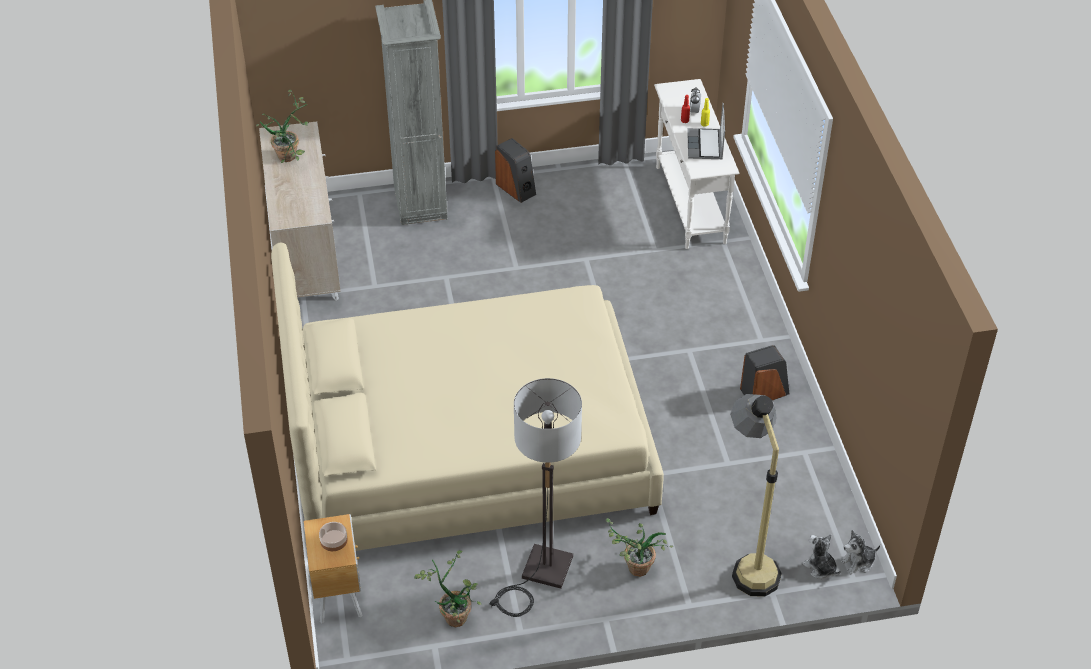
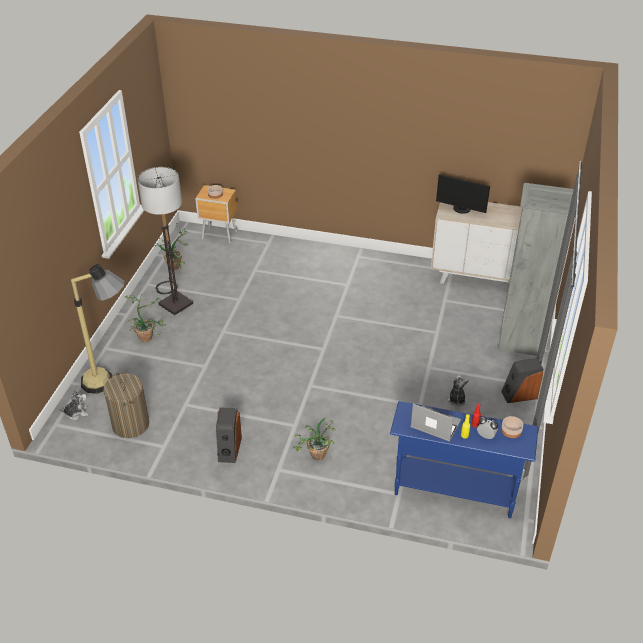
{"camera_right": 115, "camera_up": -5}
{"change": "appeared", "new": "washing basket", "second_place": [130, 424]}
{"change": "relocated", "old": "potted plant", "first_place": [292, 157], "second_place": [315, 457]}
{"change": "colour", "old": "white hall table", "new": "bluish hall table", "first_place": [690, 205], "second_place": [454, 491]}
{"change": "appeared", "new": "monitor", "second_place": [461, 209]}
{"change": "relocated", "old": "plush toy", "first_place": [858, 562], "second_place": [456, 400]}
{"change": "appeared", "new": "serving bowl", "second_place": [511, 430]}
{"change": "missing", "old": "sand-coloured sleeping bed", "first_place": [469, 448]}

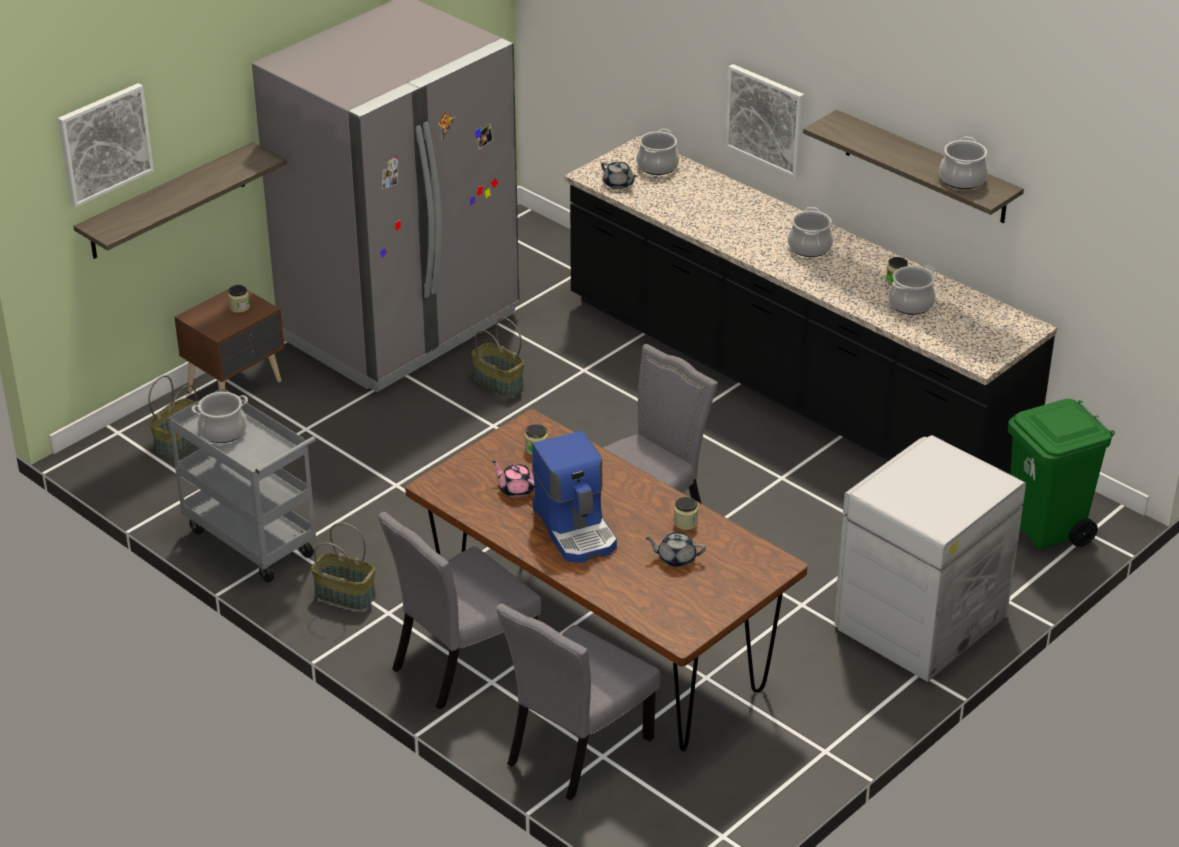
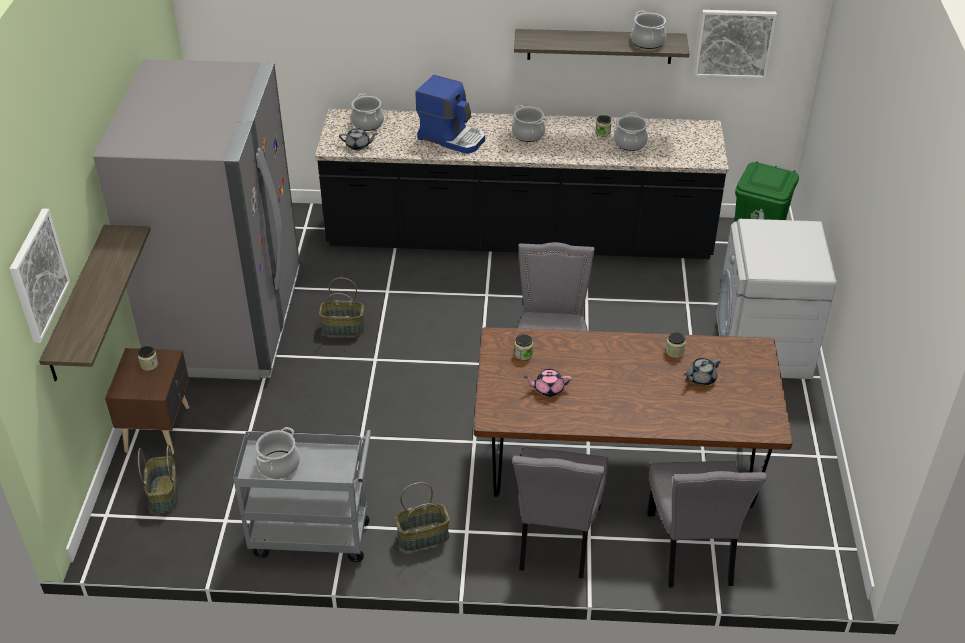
{"camera_right": -40, "camera_up": 5}
{"change": "relocated", "old": "coffee maker", "first_place": [576, 529], "second_place": [452, 137]}
{"change": "relocated", "old": "picture", "first_place": [766, 119], "second_place": [734, 43]}

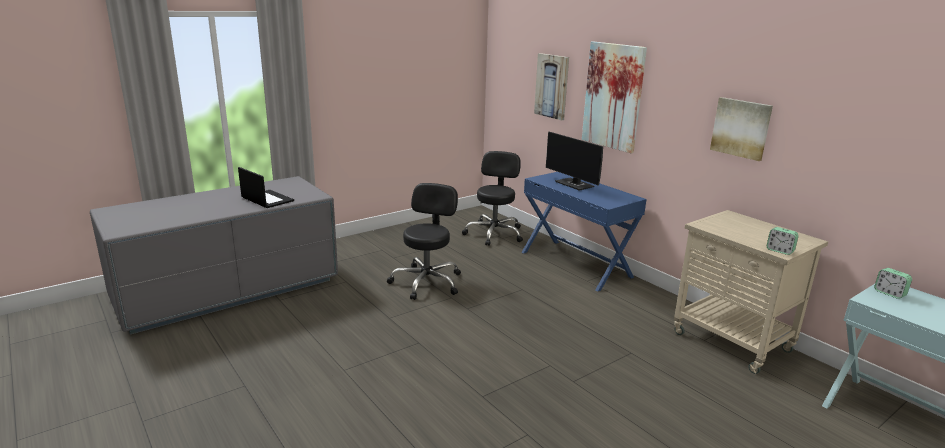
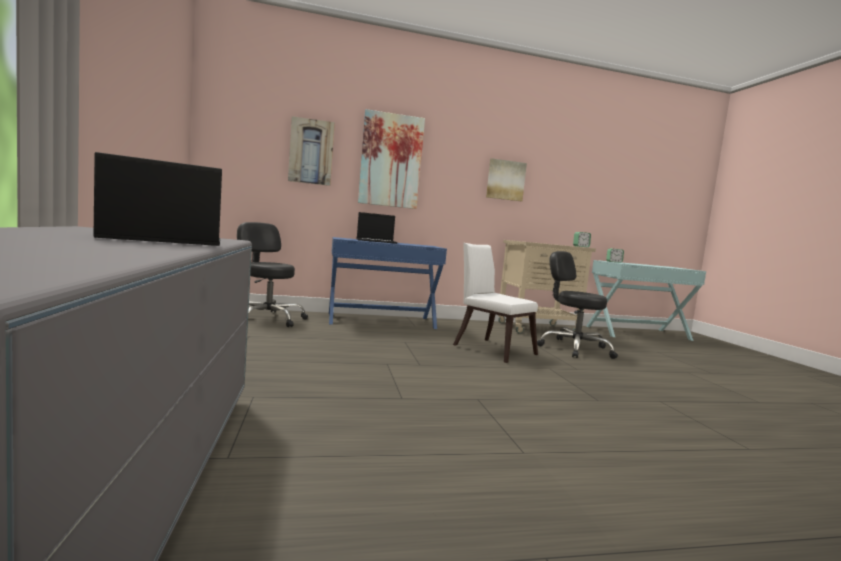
{"camera_right": -65, "camera_up": -15}
{"change": "exchanged", "old": "monitor", "new": "portable computer", "first_place": [575, 184], "second_place": [376, 241]}
{"change": "appeared", "new": "white chair", "second_place": [491, 349]}
{"change": "relocated", "old": "blackish computer chair", "first_place": [427, 281], "second_place": [572, 348]}

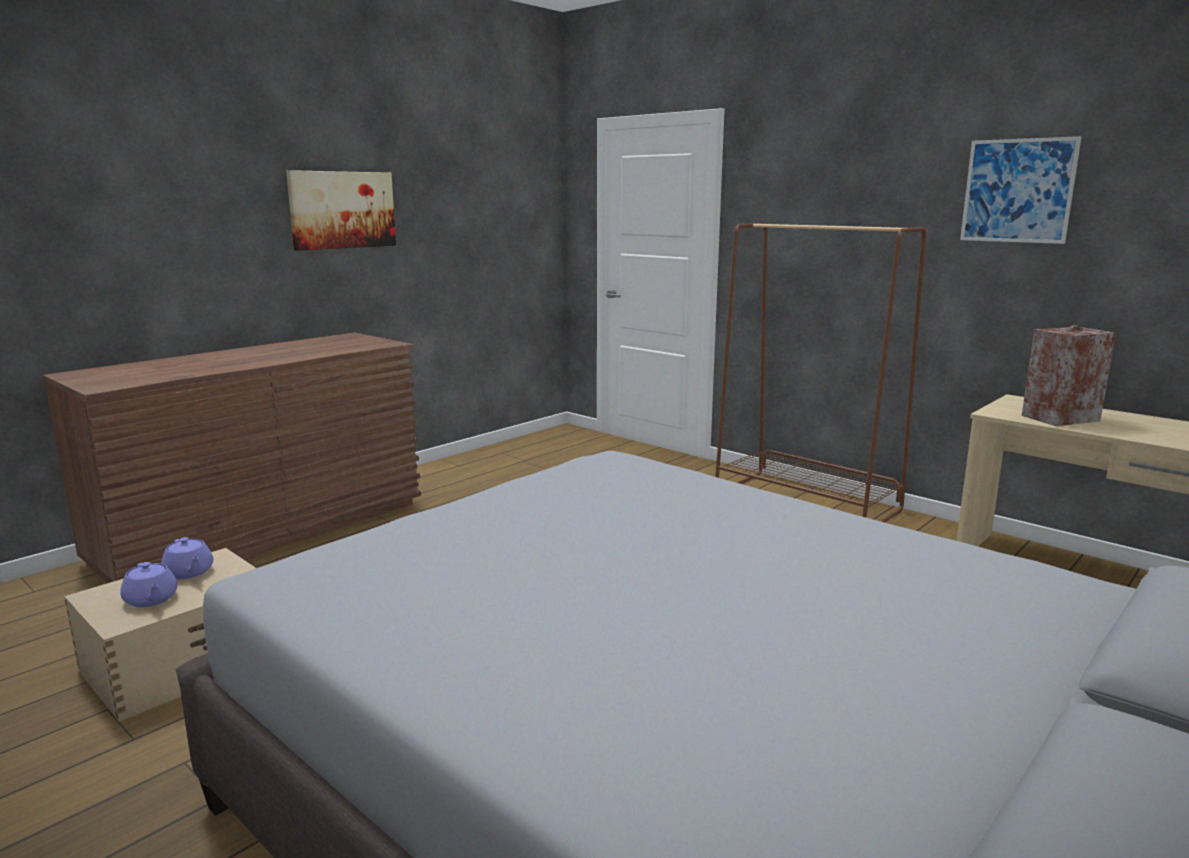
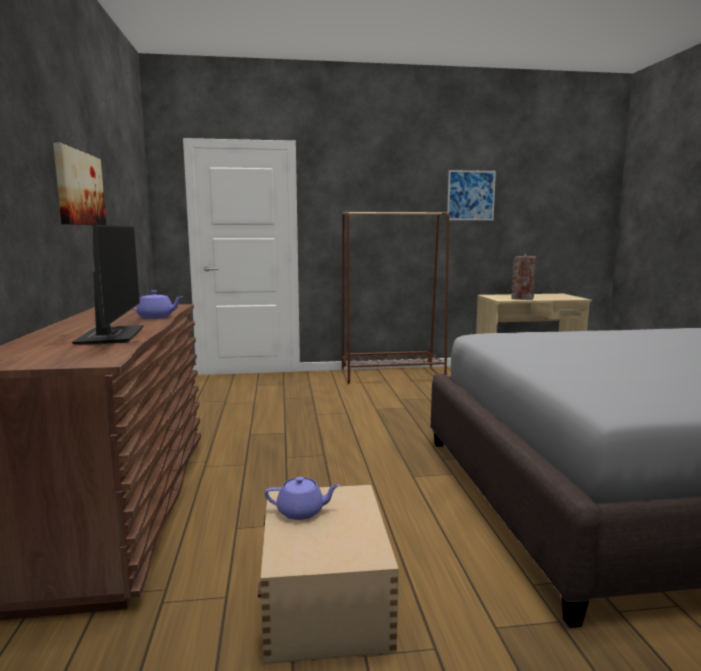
{"camera_right": -50, "camera_up": -5}
{"change": "appeared", "new": "monitor", "second_place": [111, 336]}
{"change": "relocated", "old": "purple-coloured tea pot", "first_place": [151, 600], "second_place": [156, 317]}

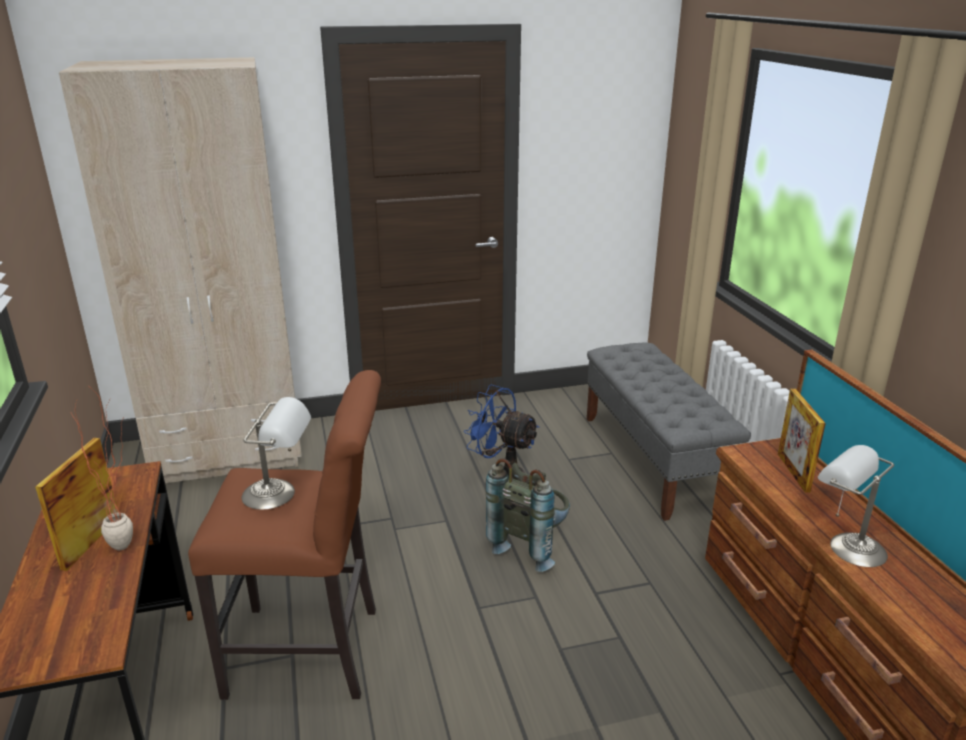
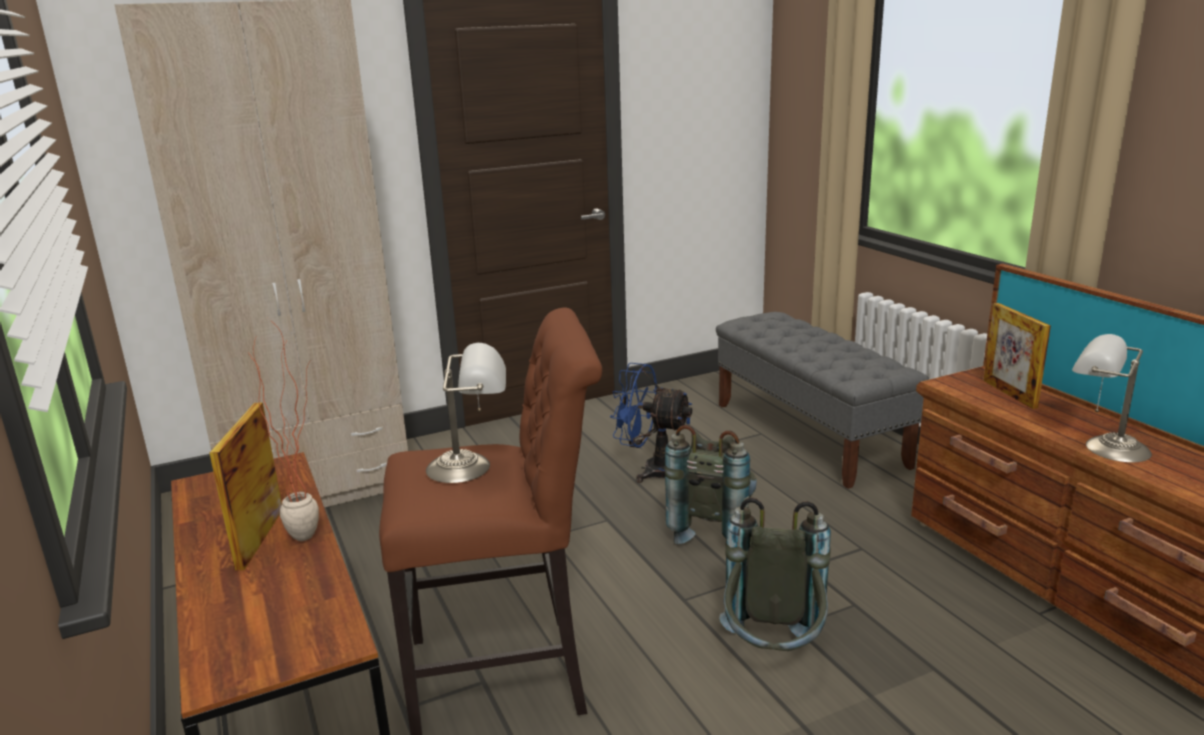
{"camera_right": -10, "camera_up": -5}
{"change": "appeared", "new": "greyish rucksack", "second_place": [772, 655]}

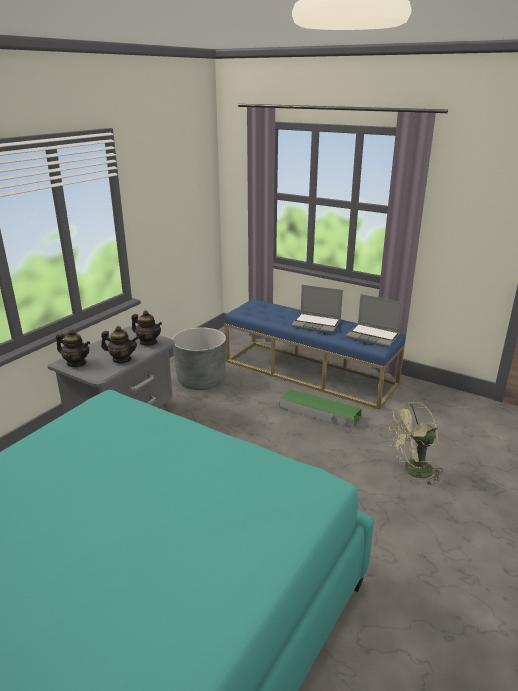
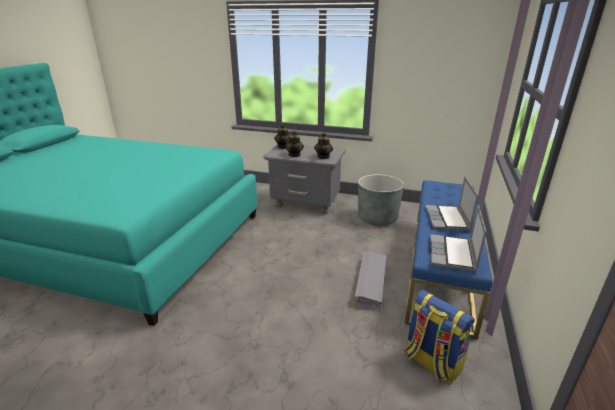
{"camera_right": 75, "camera_up": 0}
{"change": "colour", "old": "greenish storage bin", "new": "greyish storage bin", "first_place": [320, 412], "second_place": [370, 283]}
{"change": "appeared", "new": "rucksack", "second_place": [431, 363]}
{"change": "missing", "old": "greenish cooling fan", "first_place": [413, 471]}

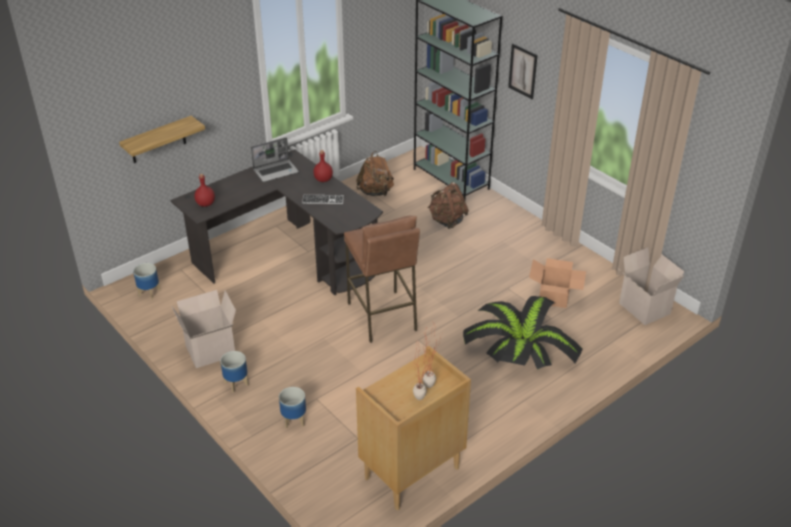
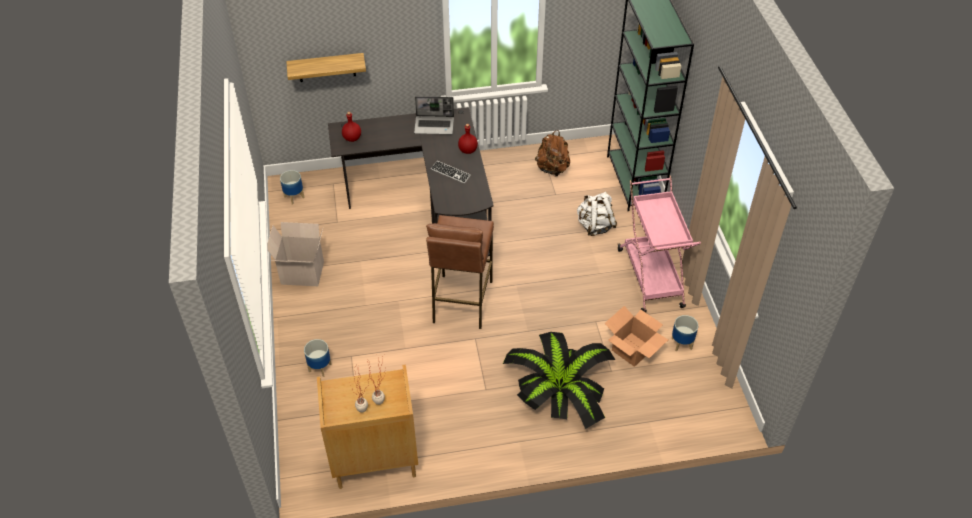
{"camera_right": 30, "camera_up": 10}
{"change": "colour", "old": "brown rucksack", "new": "white rucksack", "first_place": [447, 221], "second_place": [595, 226]}
{"change": "appeared", "new": "pinkish trolley", "second_place": [650, 279]}
{"change": "relocated", "old": "plant pot", "first_place": [236, 384], "second_place": [681, 344]}
{"change": "missing", "old": "picture", "first_place": [523, 71]}
{"change": "missing", "old": "carton", "first_place": [642, 308]}

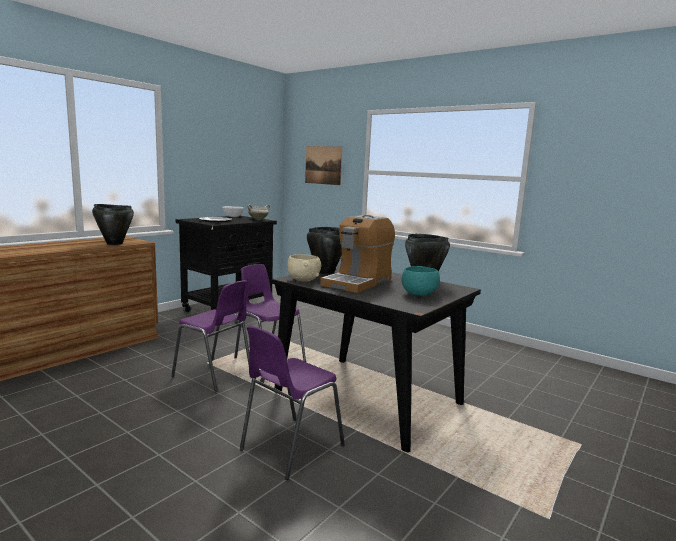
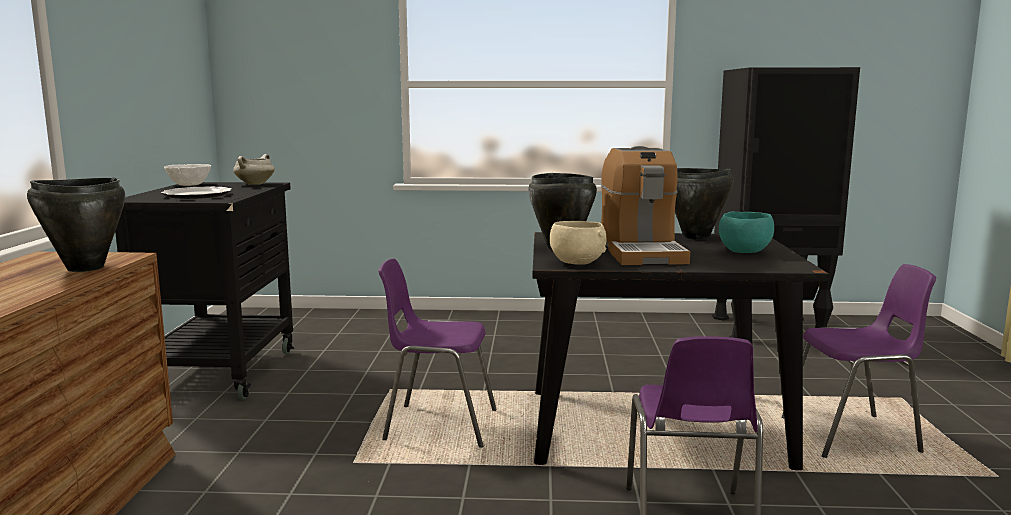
{"camera_right": -35, "camera_up": 0}
{"change": "appeared", "new": "blackish storage cabinet", "second_place": [769, 329]}
{"change": "relocated", "old": "purple-coloured chair", "first_place": [214, 376], "second_place": [853, 435]}
{"change": "missing", "old": "picture", "first_place": [323, 165]}

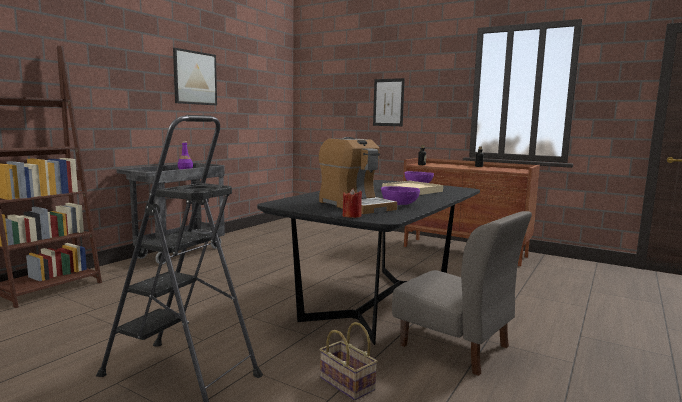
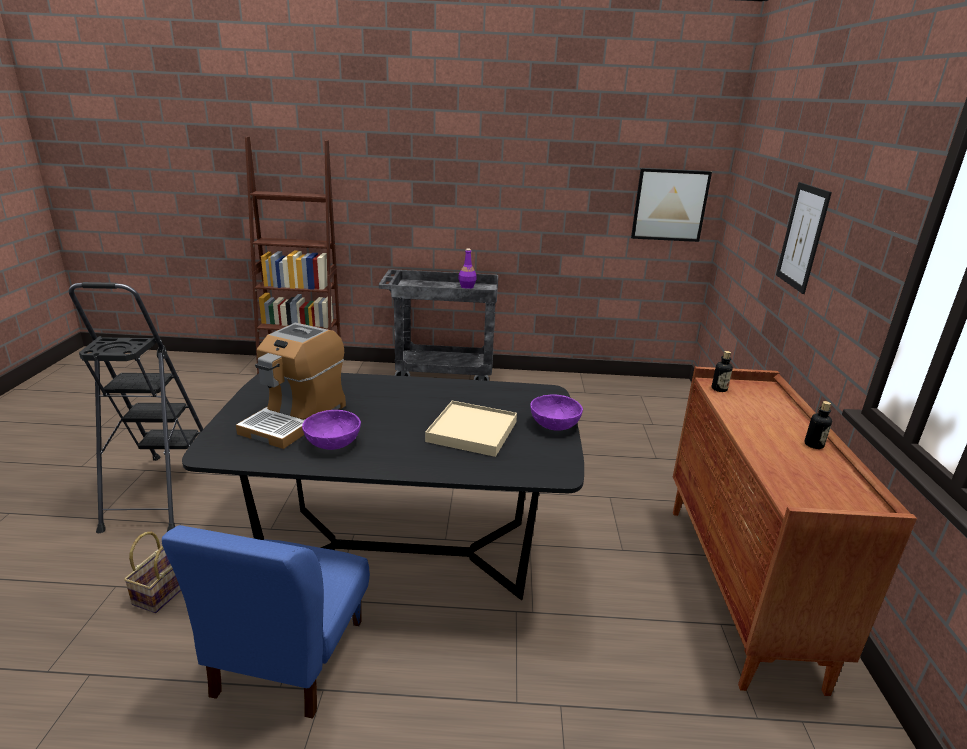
{"camera_right": 60, "camera_up": 15}
{"change": "colour", "old": "greyish chair", "new": "bluish chair", "first_place": [455, 346], "second_place": [288, 657]}
{"change": "relocated", "old": "picture", "first_place": [195, 78], "second_place": [670, 205]}
{"change": "missing", "old": "red candle", "first_place": [352, 216]}

